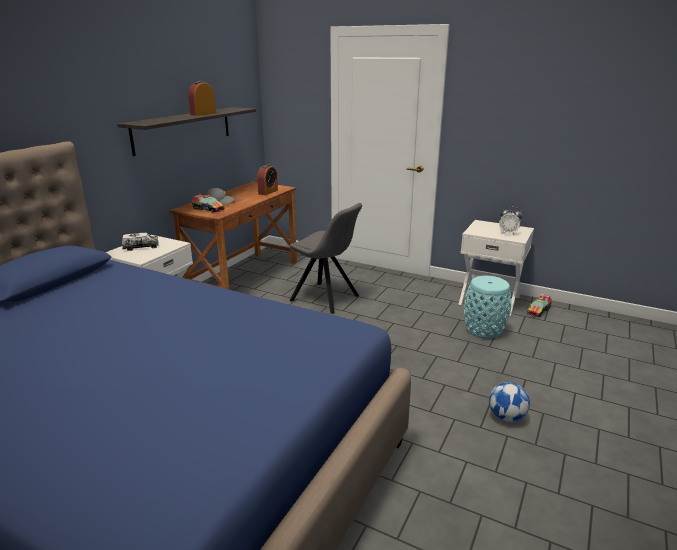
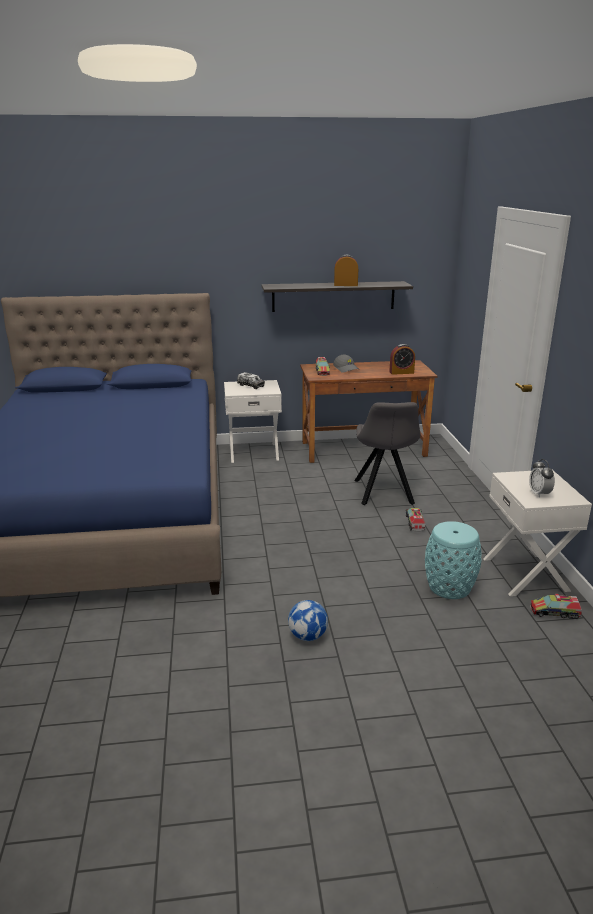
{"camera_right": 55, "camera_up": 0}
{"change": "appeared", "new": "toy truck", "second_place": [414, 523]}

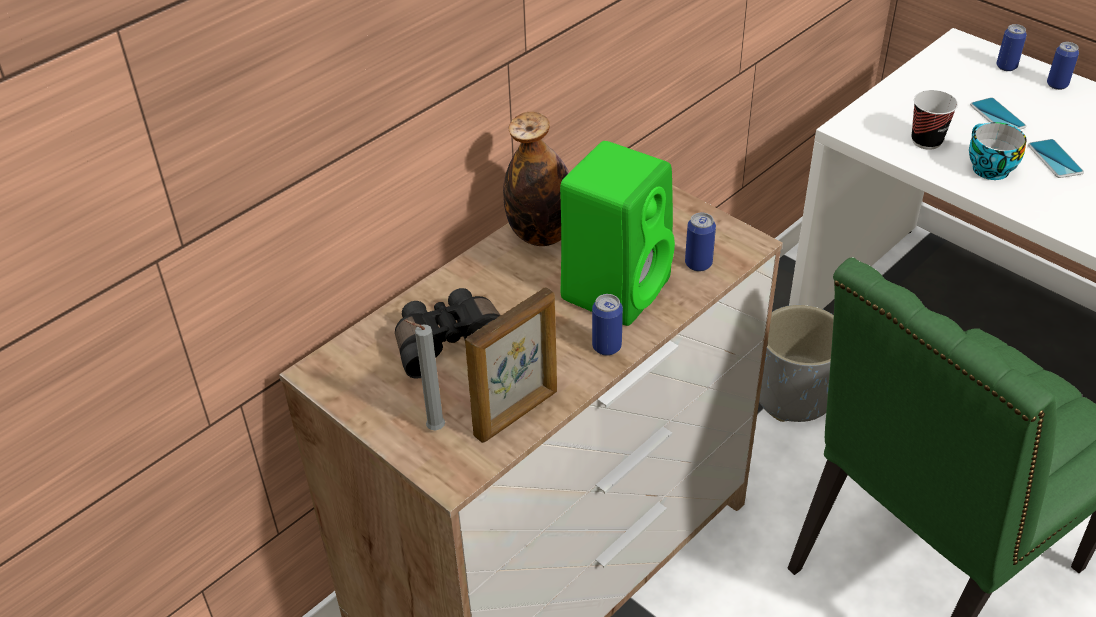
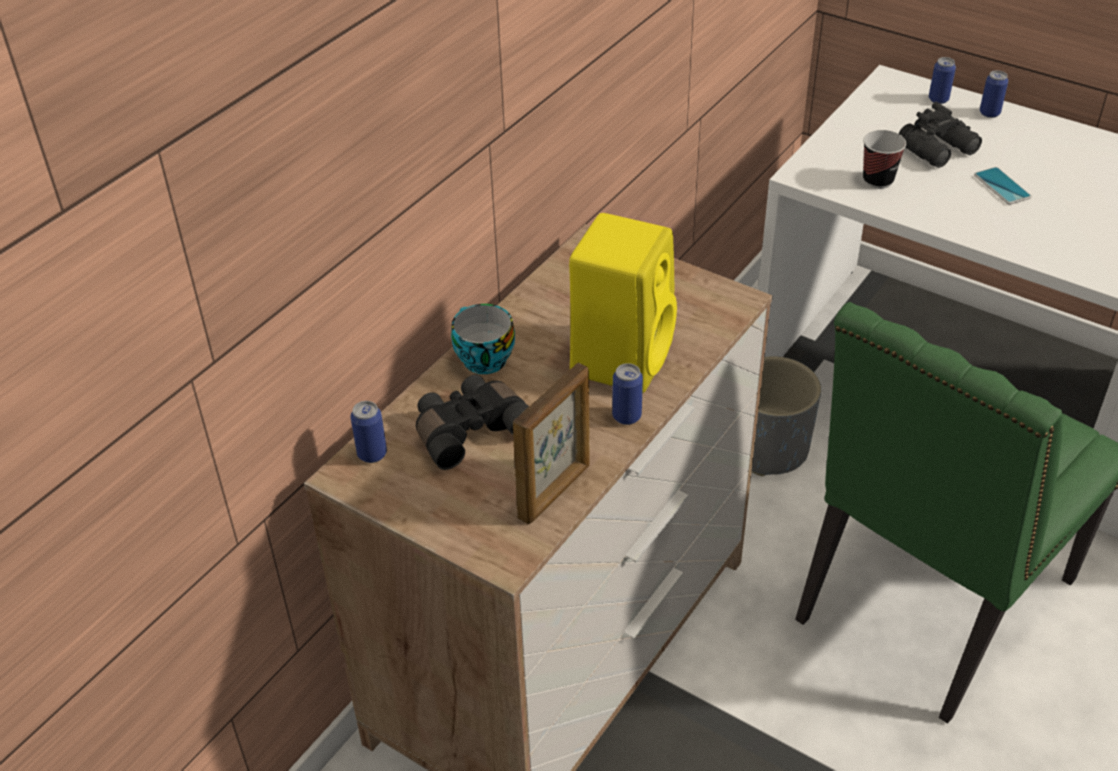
{"camera_right": -10, "camera_up": 0}
{"change": "relocated", "old": "can", "first_place": [698, 264], "second_place": [372, 454]}
{"change": "relocated", "old": "small cup", "first_place": [987, 168], "second_place": [481, 359]}
{"change": "colour", "old": "greenish speaker", "new": "yellow speaker", "first_place": [616, 287], "second_place": [622, 356]}
{"change": "exchanged", "old": "phone", "new": "blackish binoculars", "first_place": [997, 116], "second_place": [939, 149]}
{"change": "missing", "old": "greyish candle", "first_place": [433, 429]}
{"change": "missing", "old": "bottle", "first_place": [542, 235]}

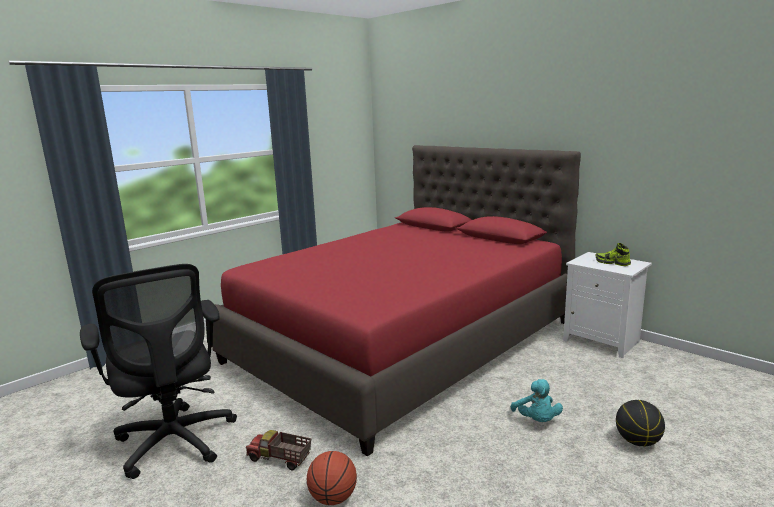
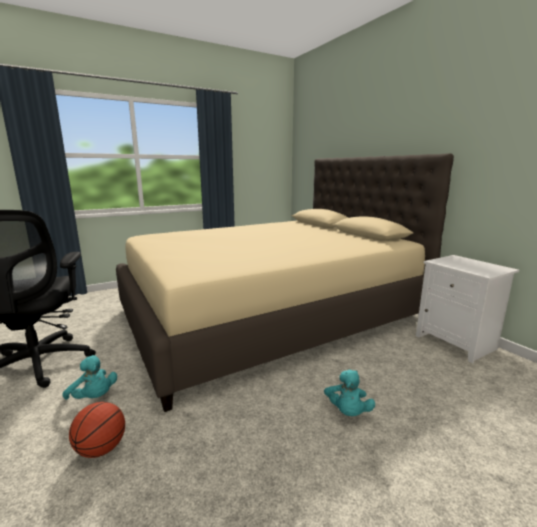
{"camera_right": 15, "camera_up": 0}
{"change": "exchanged", "old": "toy truck", "new": "blue-green plush toy", "first_place": [279, 459], "second_place": [94, 397]}
{"change": "colour", "old": "red sleeping bed", "new": "sand-coloured sleeping bed", "first_place": [404, 341], "second_place": [271, 315]}
{"change": "missing", "old": "low shoe", "first_place": [612, 263]}
{"change": "missing", "old": "ball for basketball", "first_place": [638, 441]}

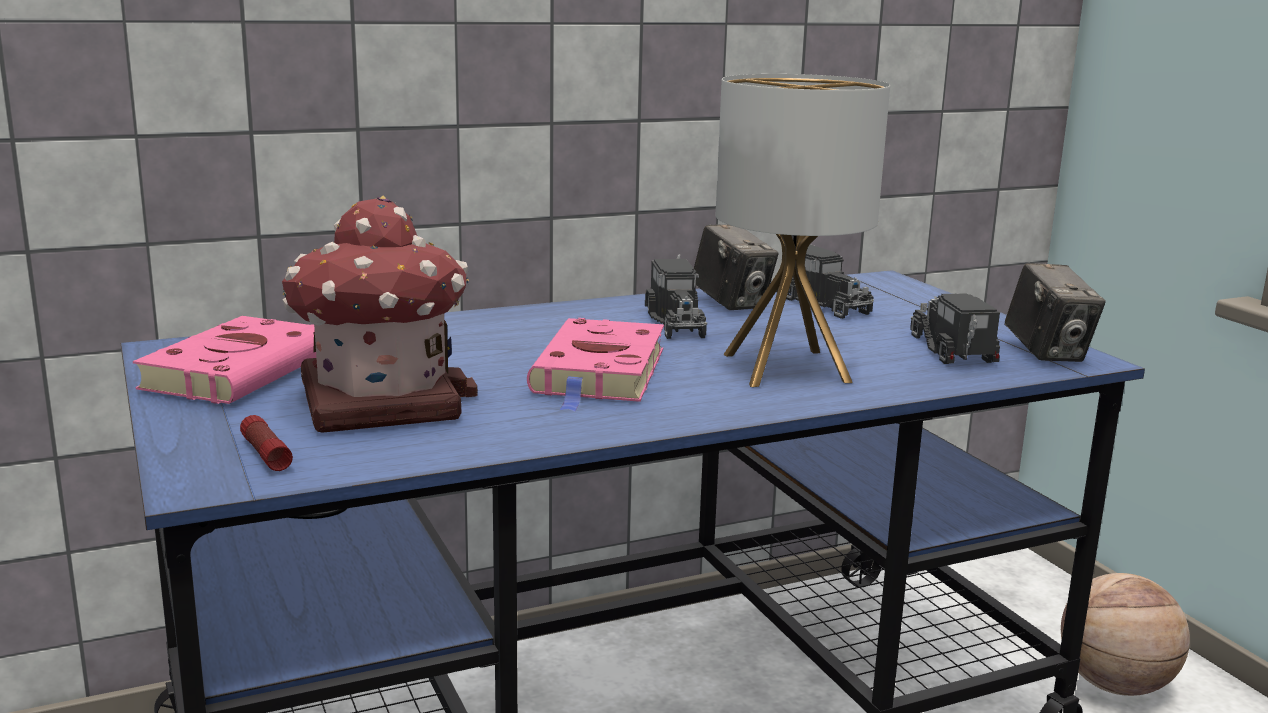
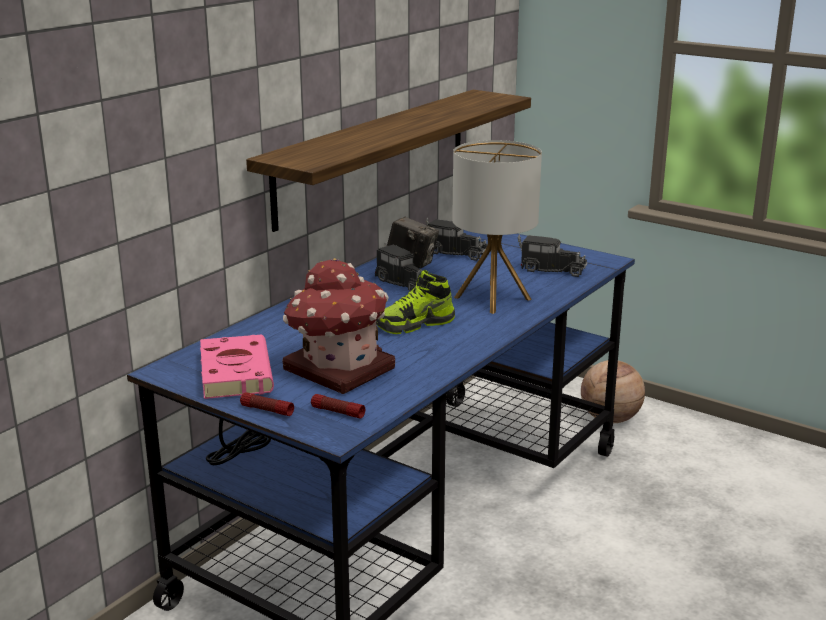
{"camera_right": -30, "camera_up": 5}
{"change": "appeared", "new": "torch", "second_place": [266, 410]}
{"change": "appeared", "new": "wall shelf", "second_place": [374, 155]}
{"change": "exchanged", "old": "pinkish volume", "new": "low shoe", "first_place": [599, 373], "second_place": [414, 324]}
{"change": "spun", "old": "toy truck", "first_place": [952, 351], "second_place": [549, 269], "degrees": 150}
{"change": "missing", "old": "photo camera", "first_place": [1047, 353]}

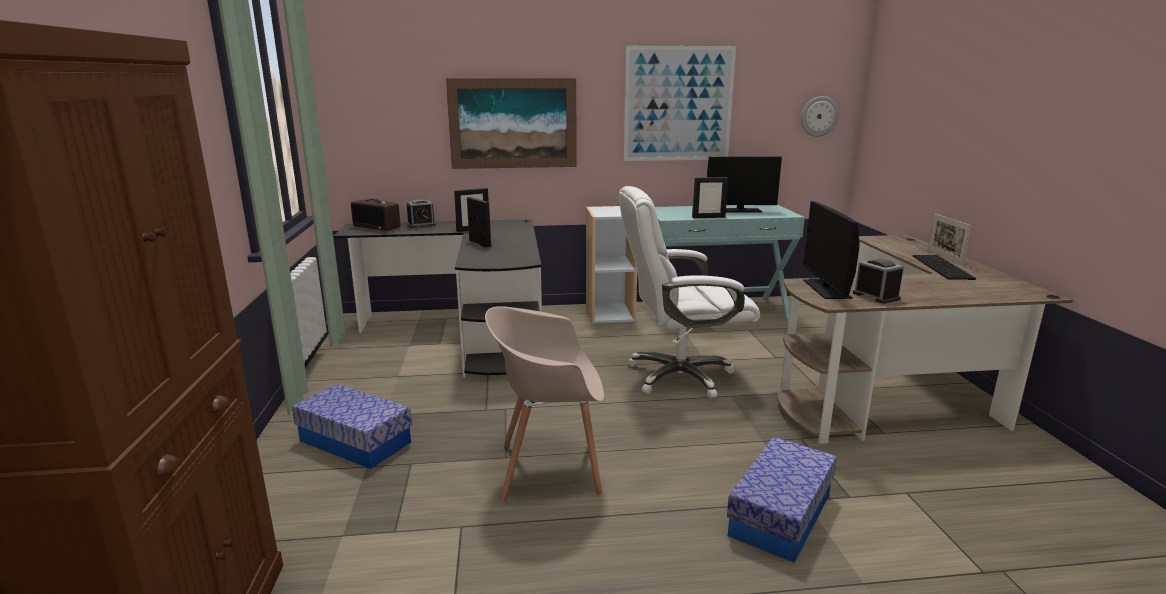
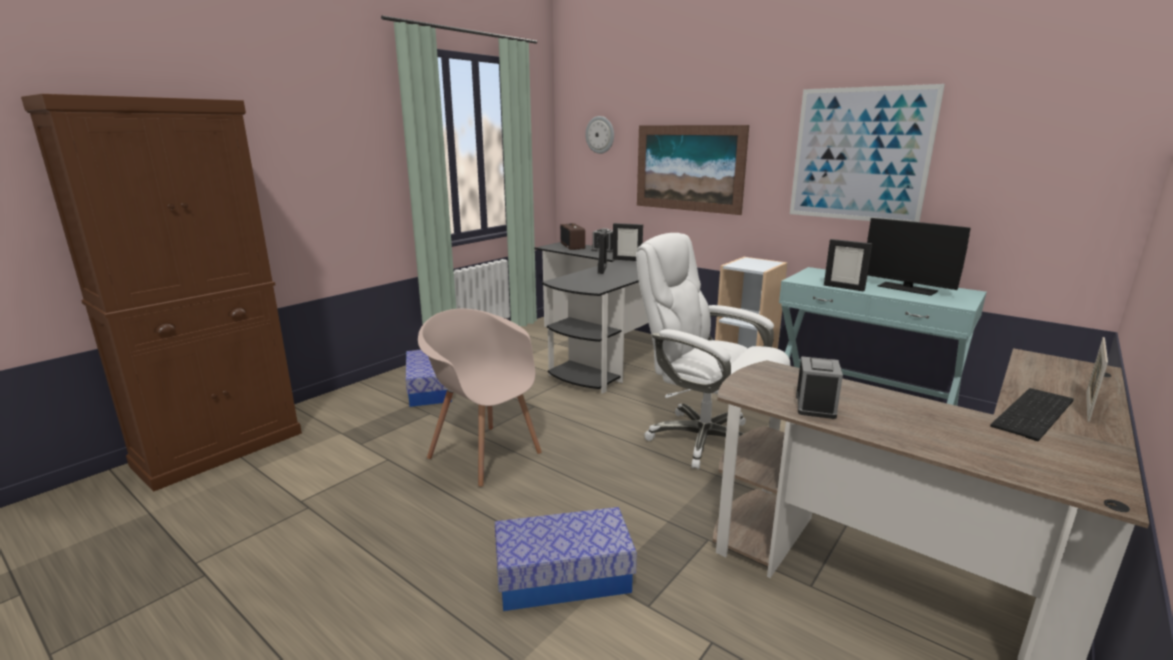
{"camera_right": 45, "camera_up": 0}
{"change": "relocated", "old": "clock on the wall", "first_place": [819, 116], "second_place": [600, 135]}
{"change": "missing", "old": "monitor", "first_place": [826, 289]}

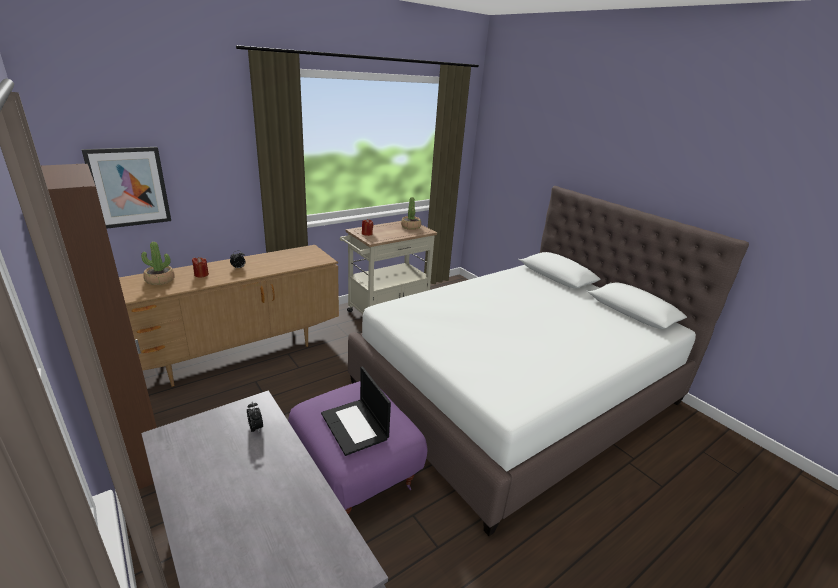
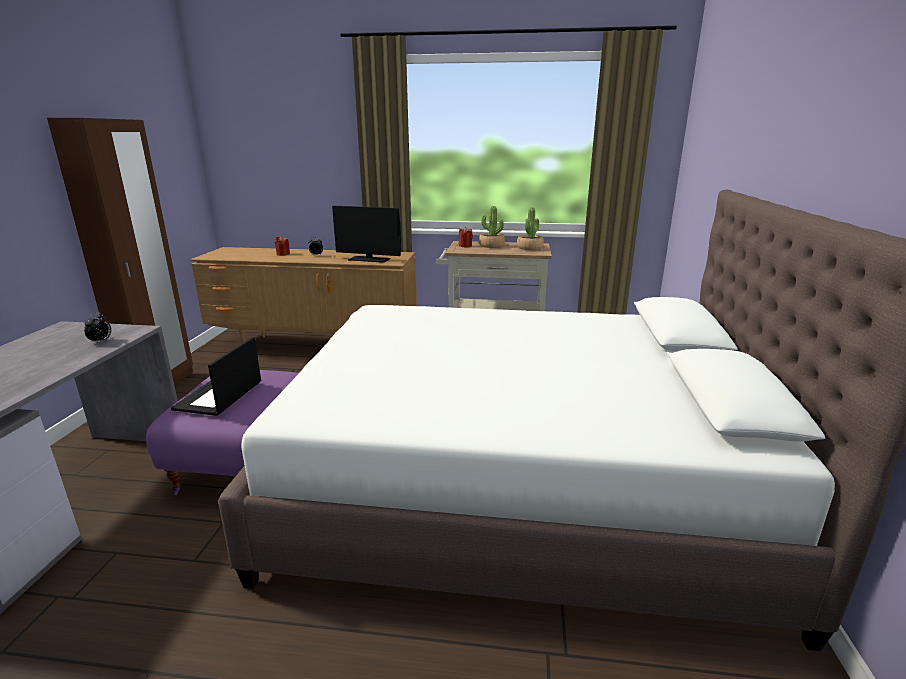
{"camera_right": 45, "camera_up": -5}
{"change": "appeared", "new": "monitor", "second_place": [369, 259]}
{"change": "relocated", "old": "potted plant", "first_place": [160, 280], "second_place": [491, 246]}
{"change": "missing", "old": "picture", "first_place": [129, 187]}

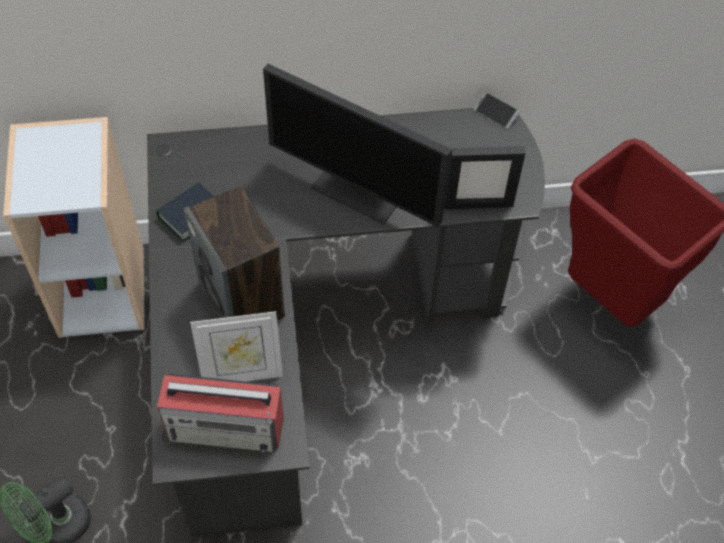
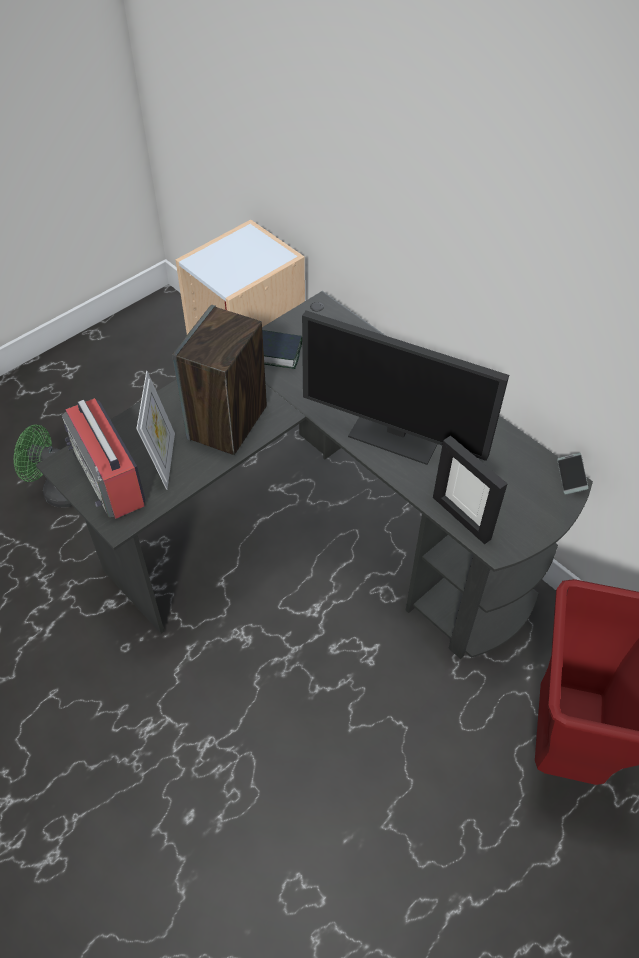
{"camera_right": 55, "camera_up": -5}
{"change": "spun", "old": "standing frame", "first_place": [242, 374], "second_place": [163, 460], "degrees": -135}
{"change": "spun", "old": "monitor", "first_place": [361, 188], "second_place": [397, 433], "degrees": -60}

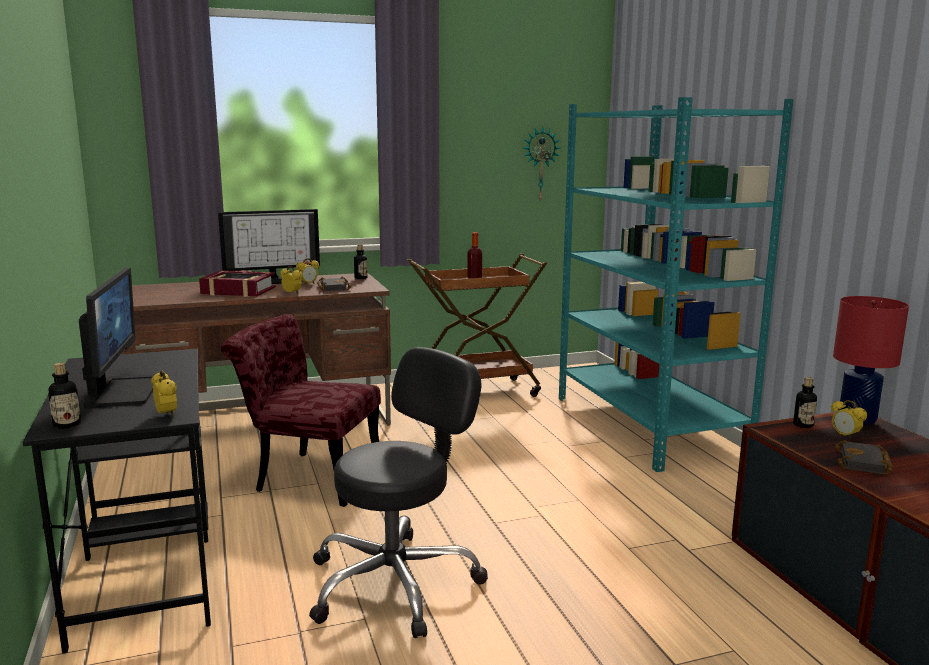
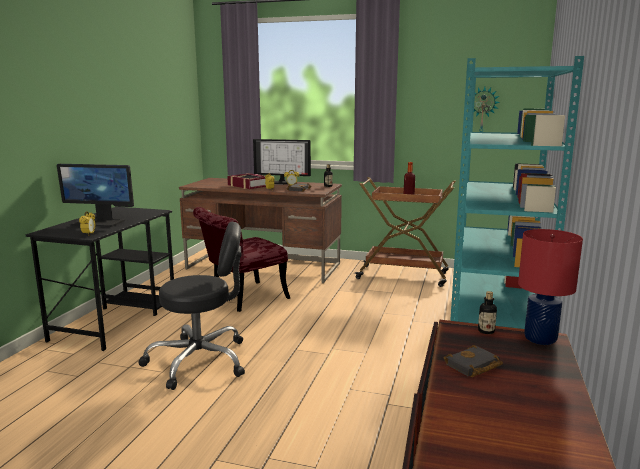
{"camera_right": 35, "camera_up": 0}
{"change": "spun", "old": "monitor", "first_place": [122, 391], "second_place": [99, 222], "degrees": 75}
{"change": "spun", "old": "red chair", "first_place": [309, 476], "second_place": [242, 298], "degrees": -90}
{"change": "missing", "old": "bottle", "first_place": [67, 425]}
{"change": "missing", "old": "alarm clock", "first_place": [845, 436]}

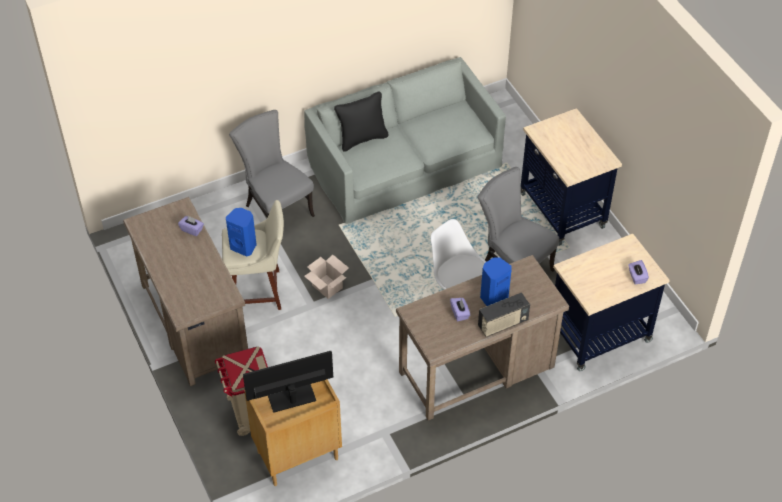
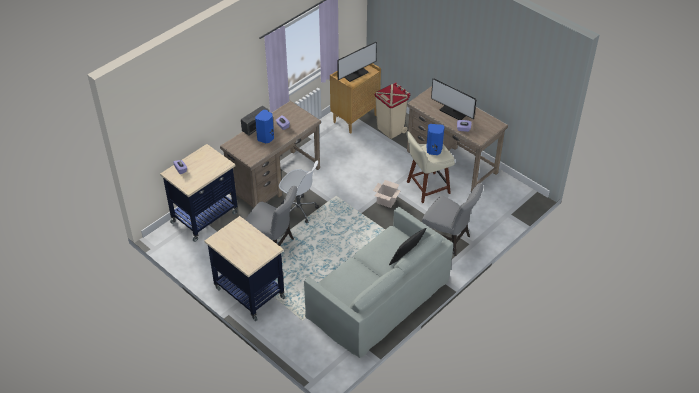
{"camera_right": 160, "camera_up": -5}
{"change": "appeared", "new": "monitor", "second_place": [453, 112]}

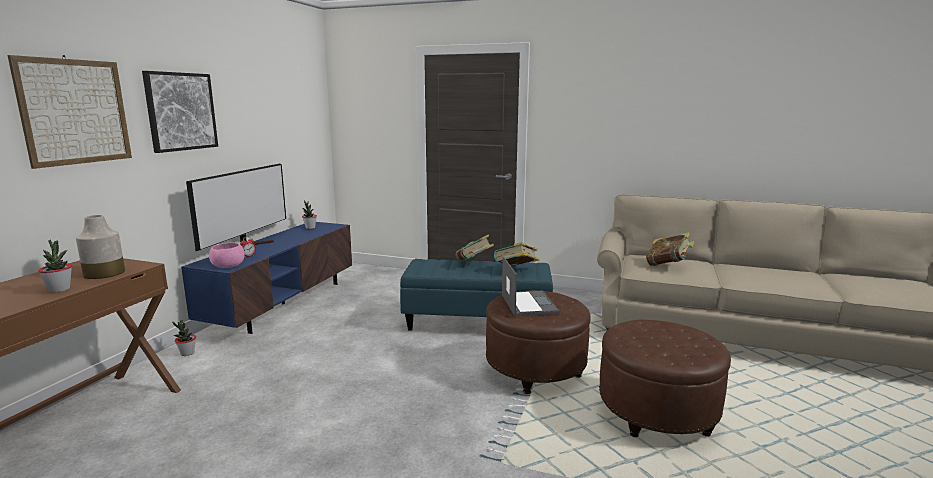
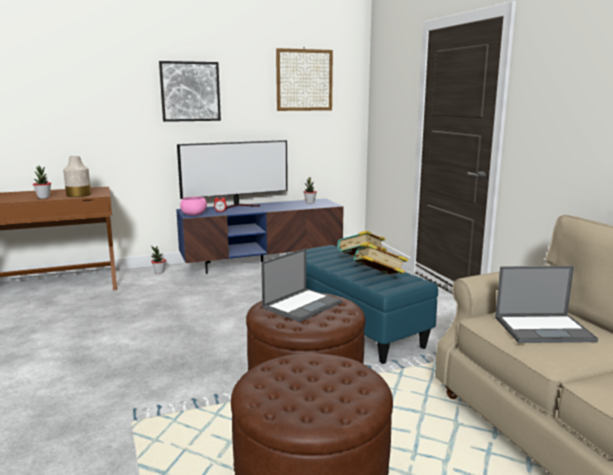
{"camera_right": 50, "camera_up": 0}
{"change": "relocated", "old": "picture", "first_place": [74, 110], "second_place": [304, 79]}
{"change": "exchanged", "old": "volume", "new": "portable computer", "first_place": [668, 265], "second_place": [544, 329]}

